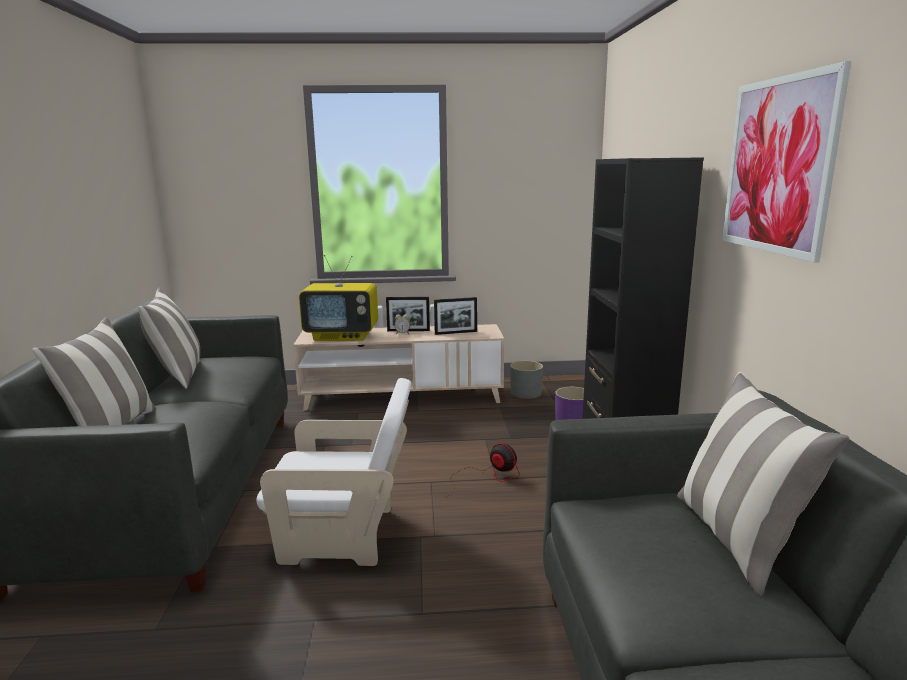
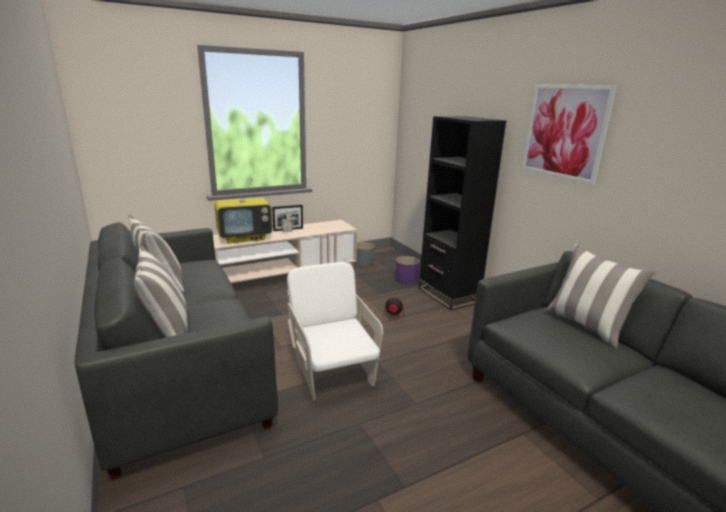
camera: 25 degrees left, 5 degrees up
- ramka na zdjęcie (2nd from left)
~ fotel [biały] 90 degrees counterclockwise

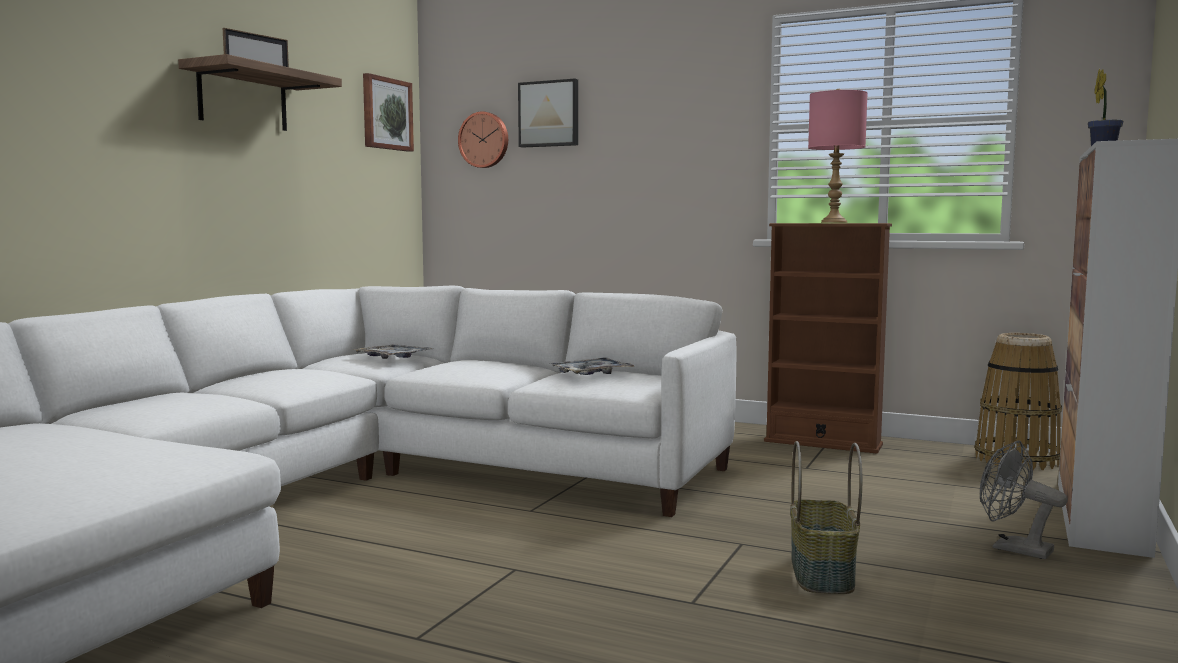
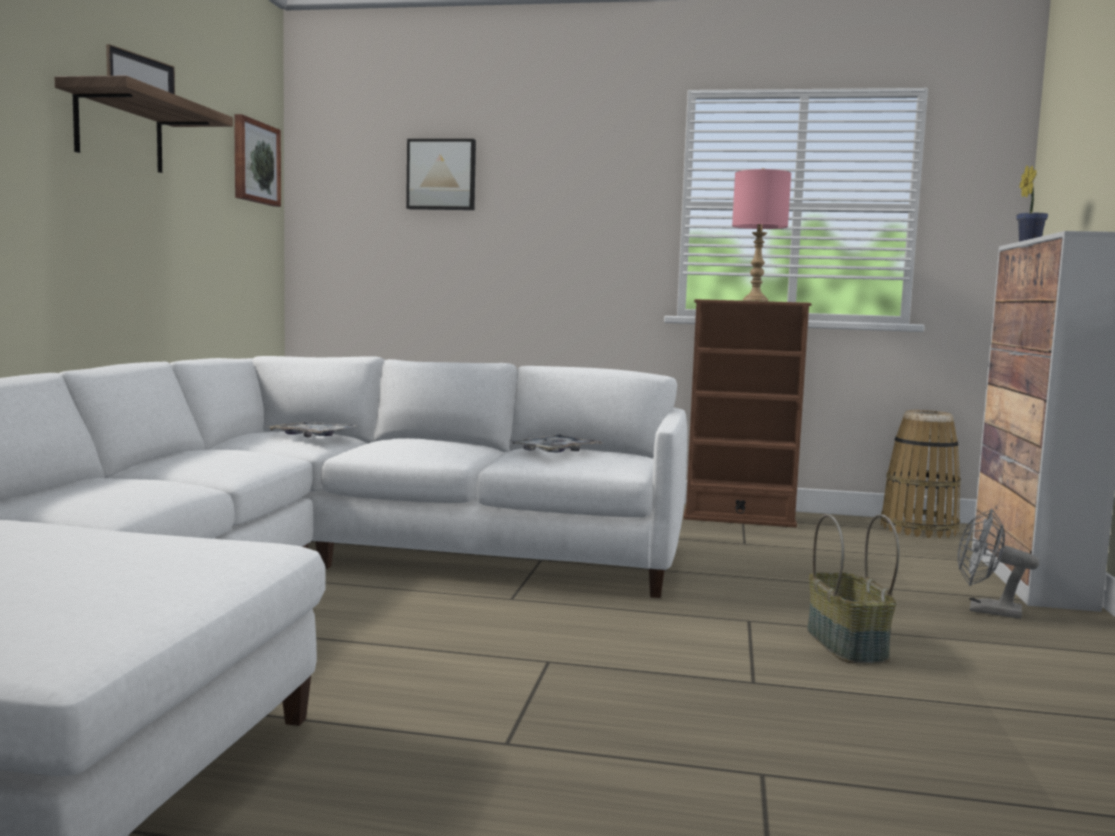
camera: 15 degrees left, 0 degrees up
- zegar ścienny

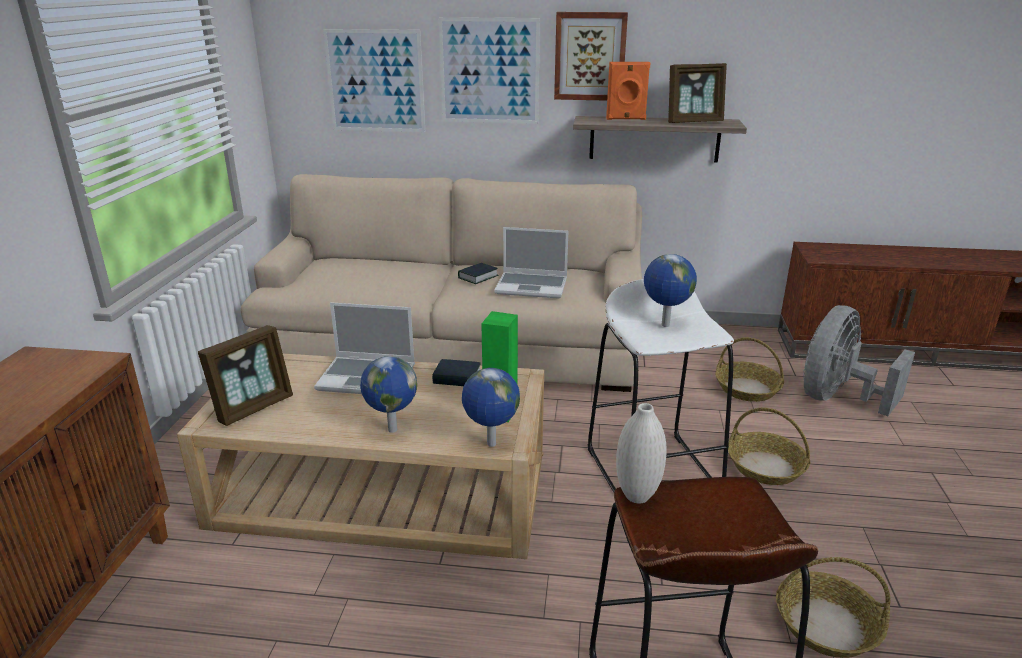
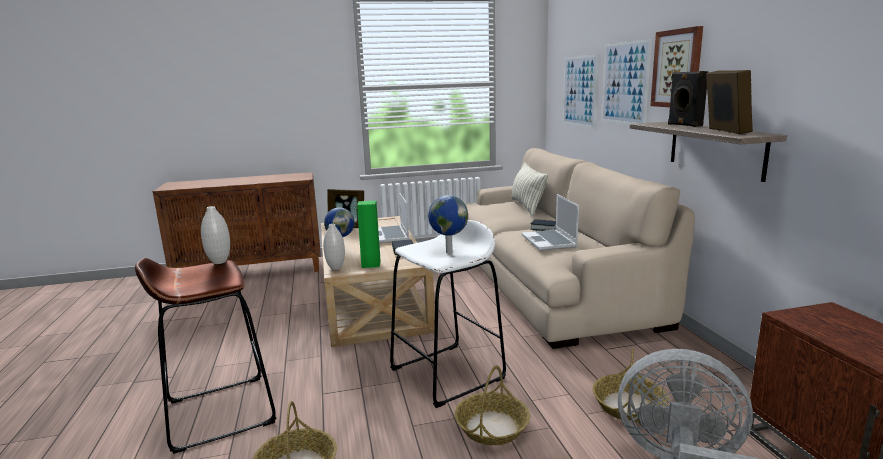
camera: 70 degrees right, 10 degrees down
~ głośnik [pomarańczowy] to głośnik [czarny]
~ ramka na zdjęcie (2nd from left) 150 degrees counterclockwise
~ globus (2nd from left) to wazon [biały] (2nd from left)
+ poduszka

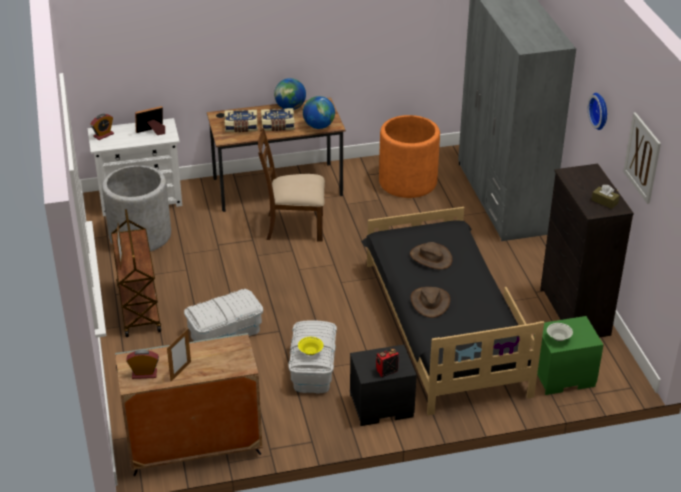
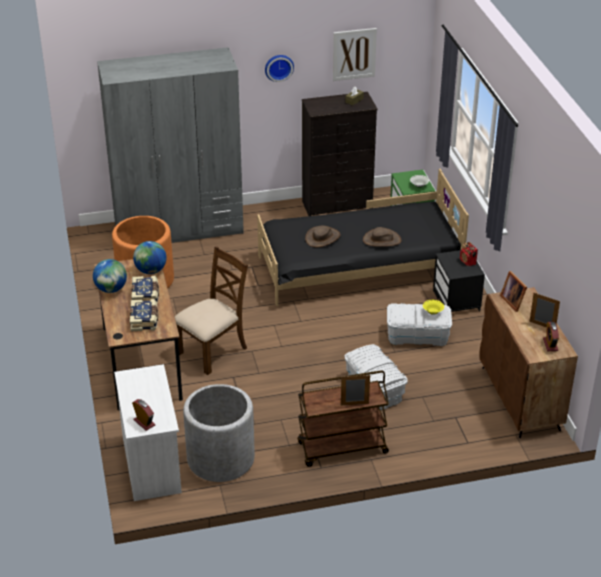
camera: 90 degrees left, 0 degrees up
~ ramka na zdjęcie (2nd from left)
~ krzesło [brązowy] 135 degrees counterclockwise
~ szafka [szary] to szafka [brązowy]

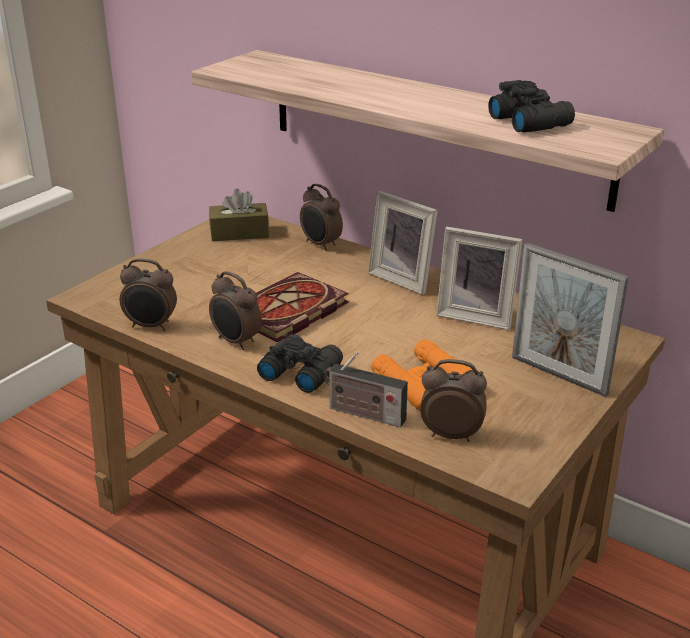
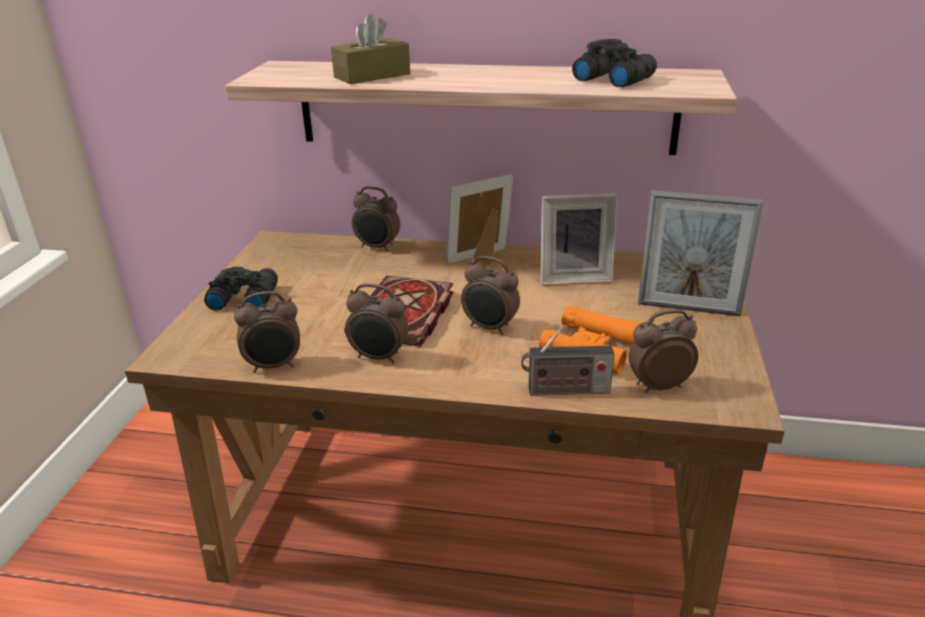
camera: 25 degrees left, 0 degrees up
~ pudełko chusteczek [brązowy]
~ ramka na zdjęcie (1st from left) 135 degrees clockwise
~ lornetka [czarny] (1st from left)
+ budzik (4th from left)

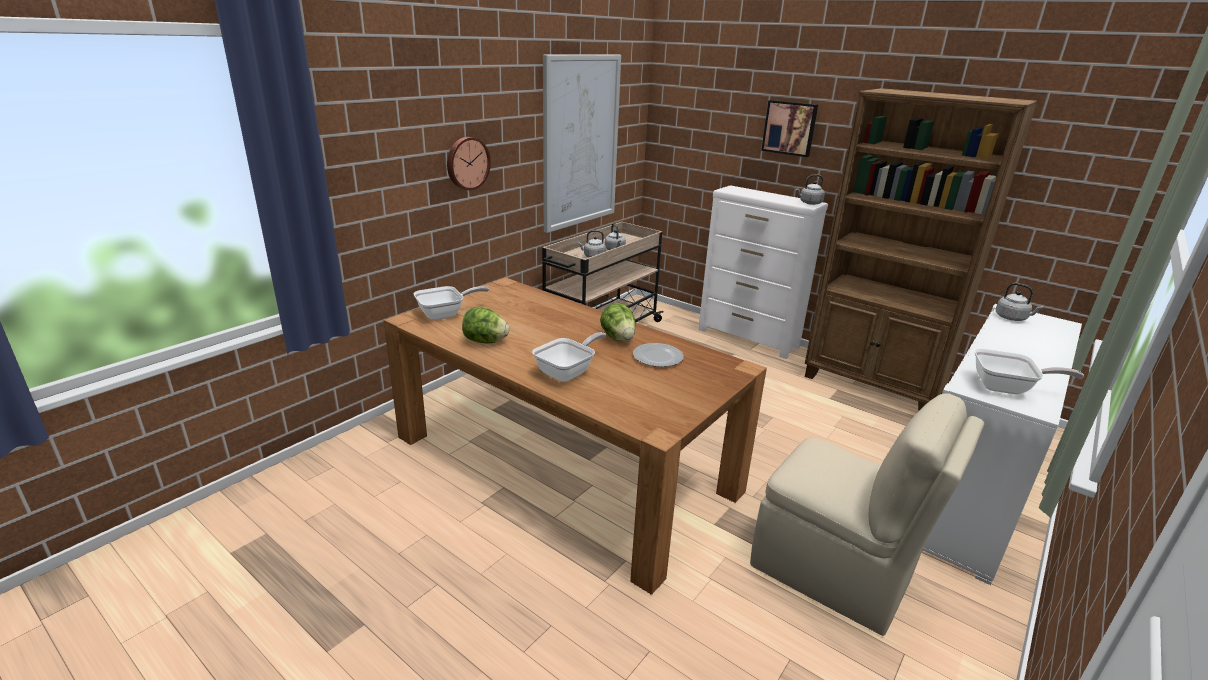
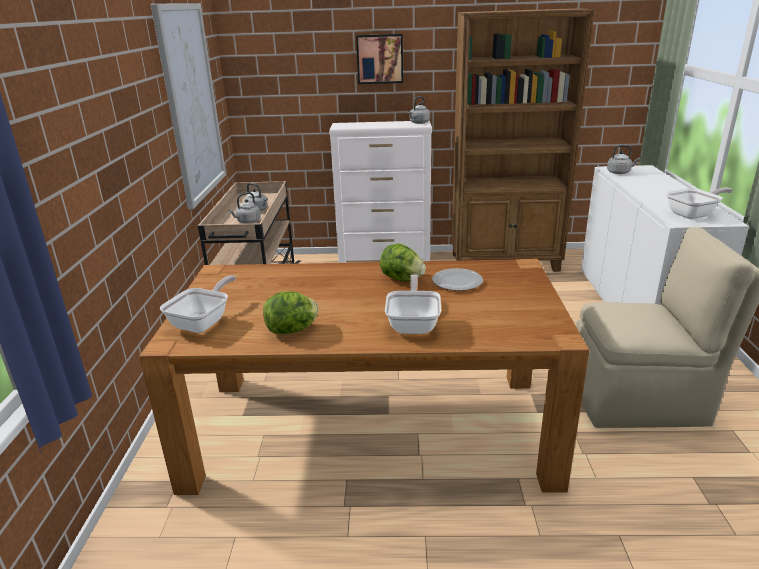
camera: 35 degrees left, 0 degrees up
- zegar ścienny

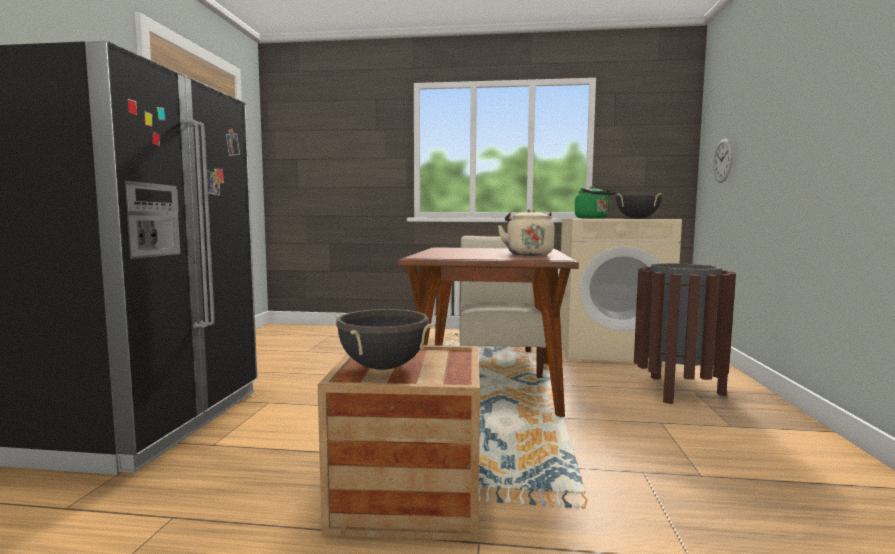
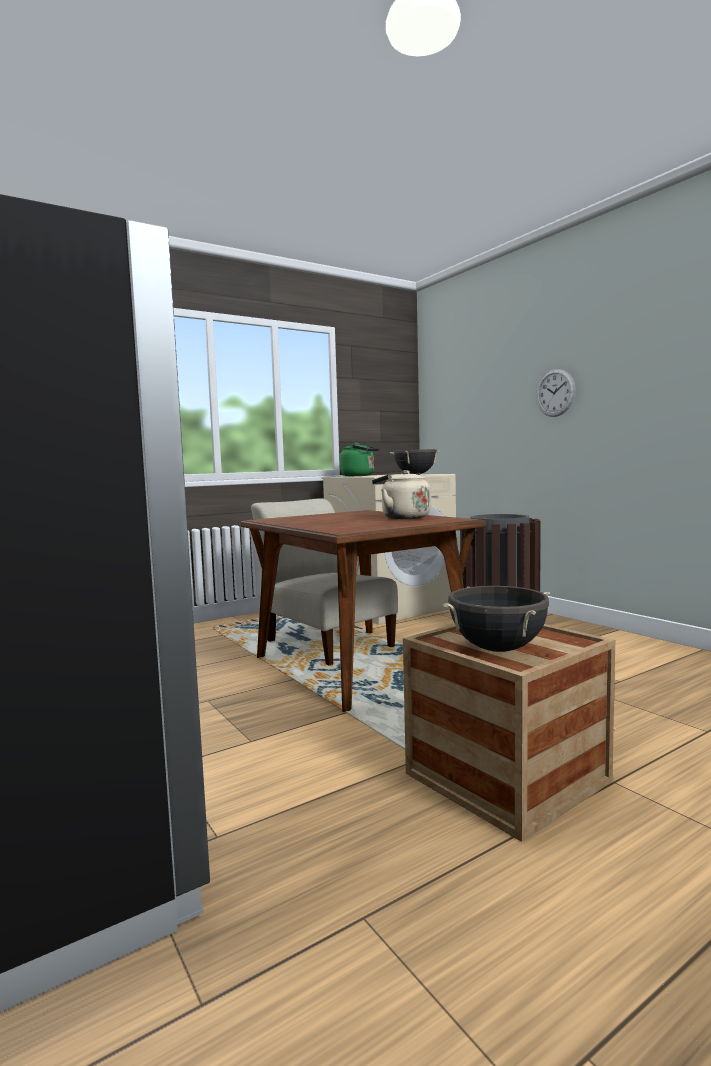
camera: 40 degrees left, 0 degrees up
~ zegar ścienny

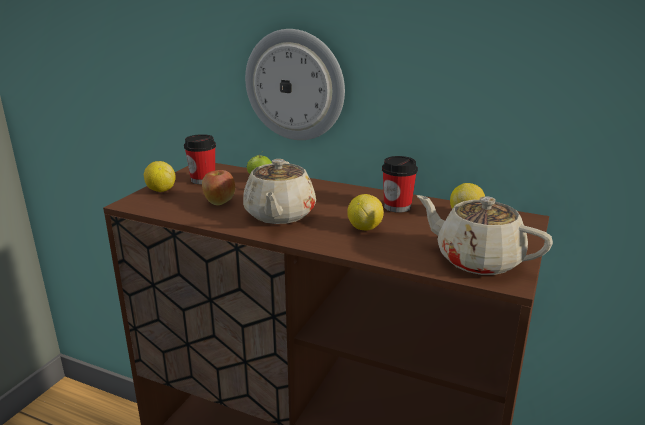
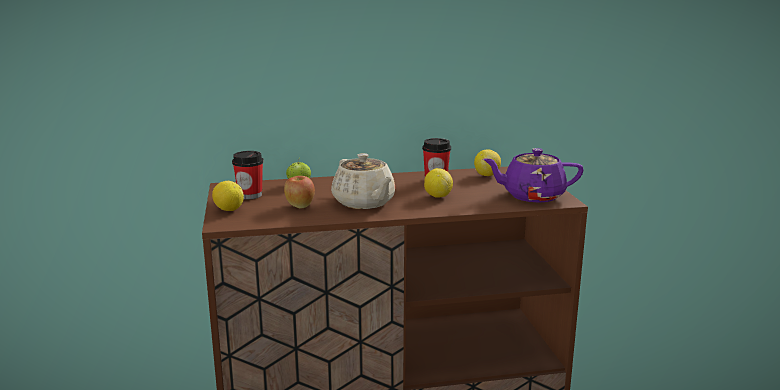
camera: 35 degrees left, 5 degrees down
- zegar ścienny
~ imbryk [beżowy] (2nd from left) to imbryk [fioletowy]

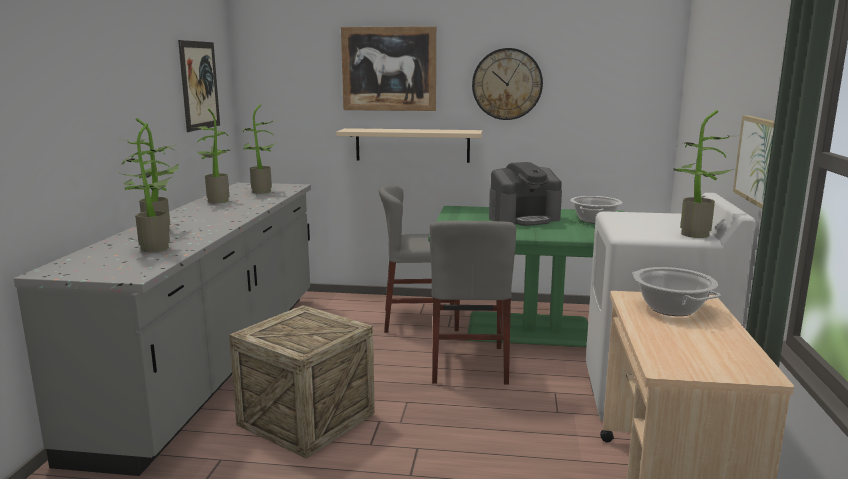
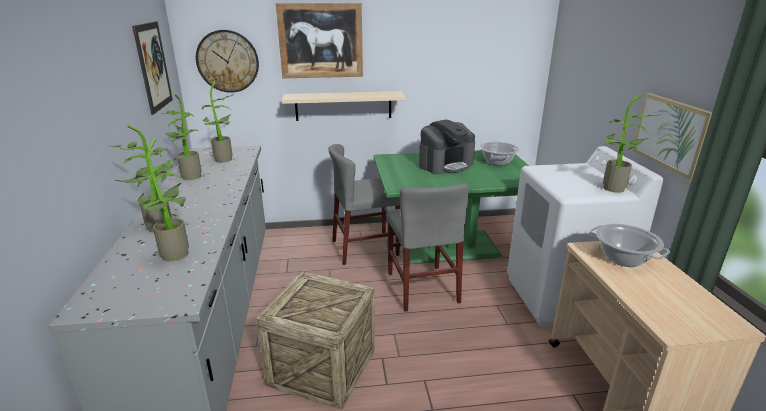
camera: 15 degrees left, 10 degrees up
~ zegar ścienny

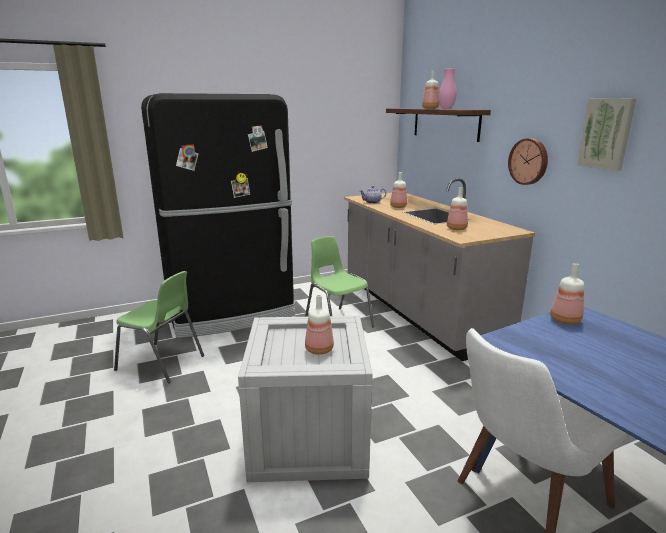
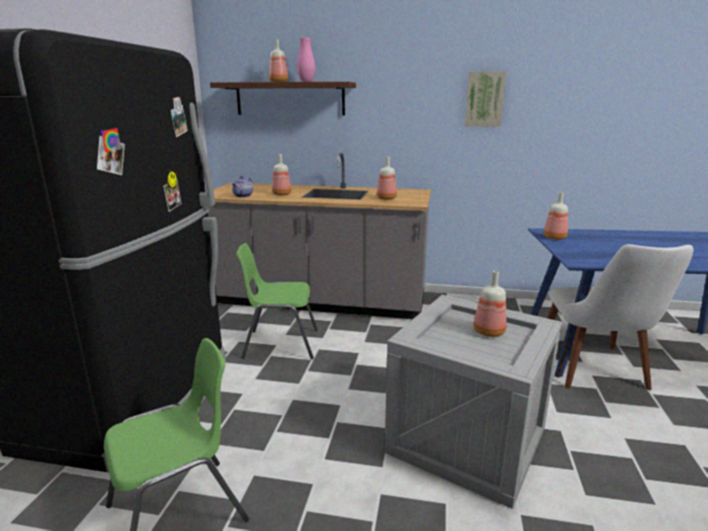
camera: 55 degrees left, 0 degrees up
- zegar ścienny

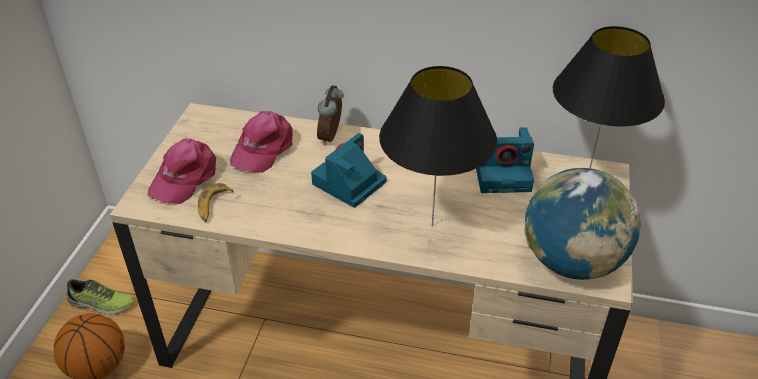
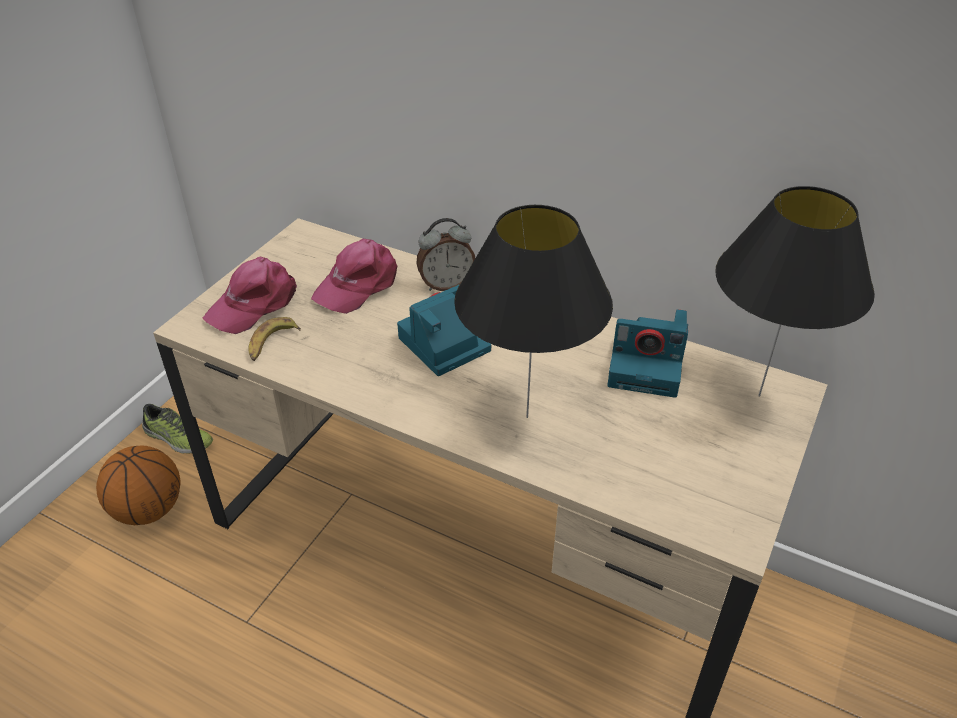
camera: 15 degrees right, 0 degrees up
~ budzik 135 degrees counterclockwise
- globus

